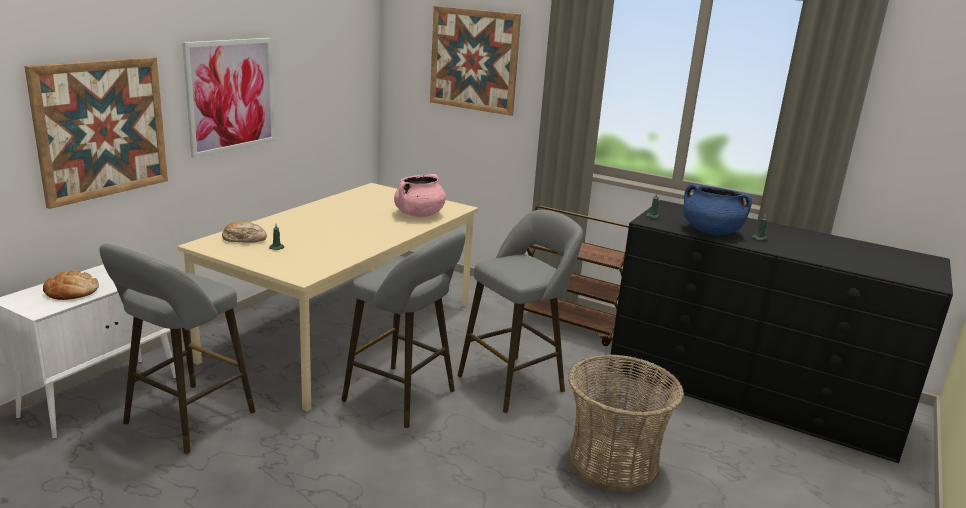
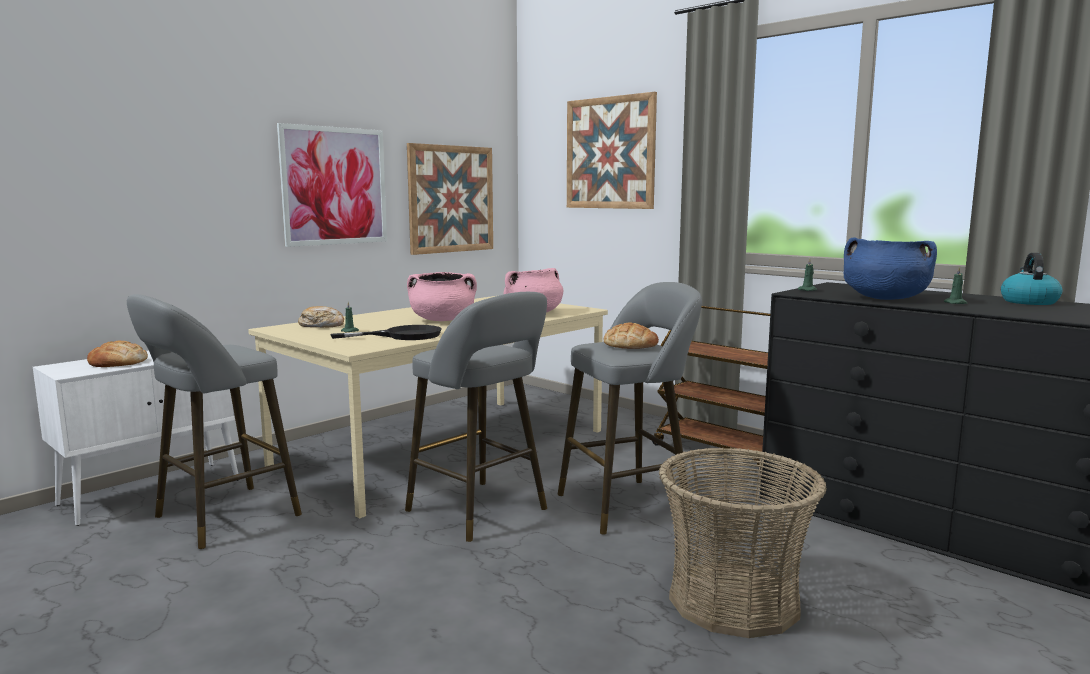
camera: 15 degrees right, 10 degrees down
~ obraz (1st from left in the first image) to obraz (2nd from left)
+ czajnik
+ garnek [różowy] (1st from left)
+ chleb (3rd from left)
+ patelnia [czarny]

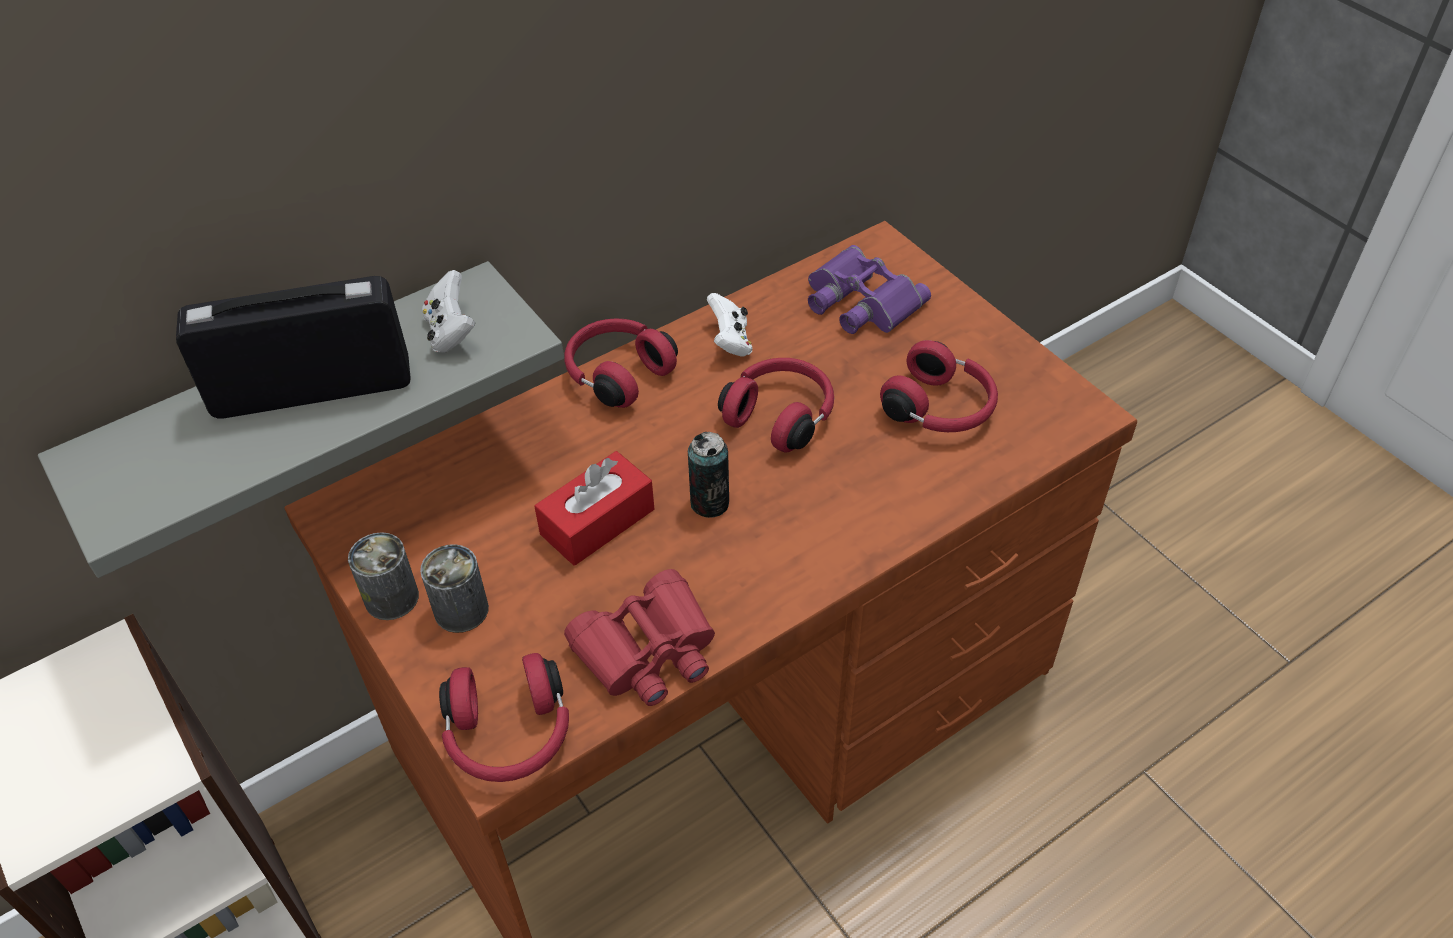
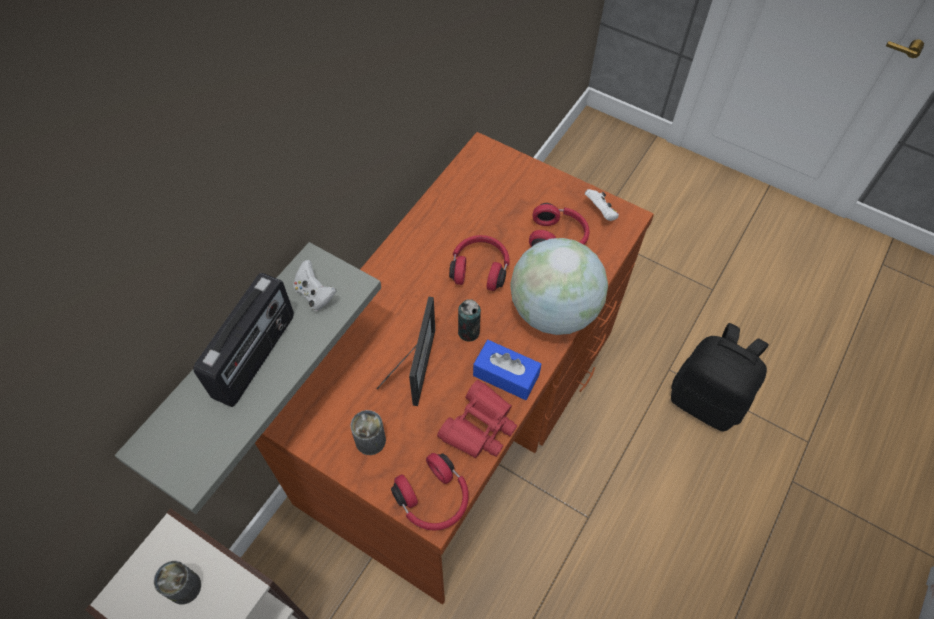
camera: 25 degrees left, 10 degrees up
- lornetka [fioletowy]
~ radio 150 degrees clockwise
~ pad do gier [biały] (2nd from left)
- słuchawki [czerwony] (2nd from left)
~ pudełko chusteczek [czerwony] to ramka na zdjęcie
~ puszka (1st from left)
+ globus
+ plecak [czarny]
+ pudełko chusteczek [niebieski]

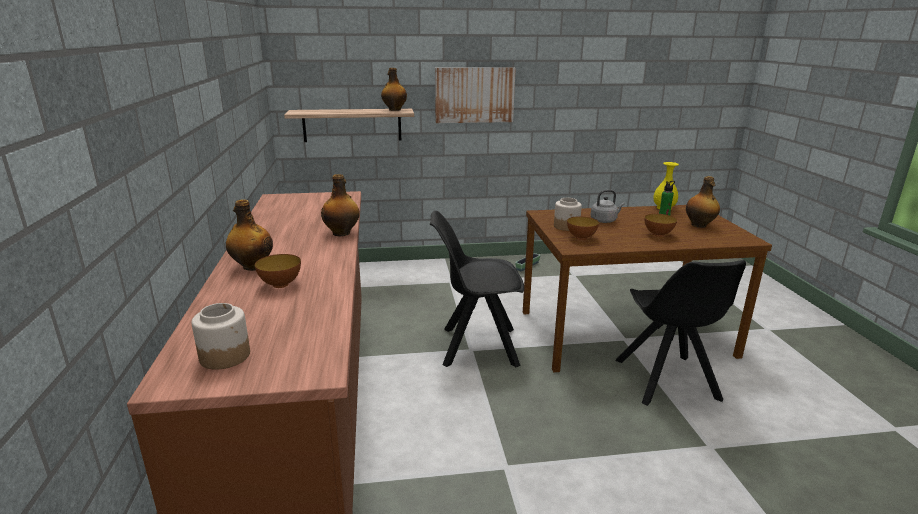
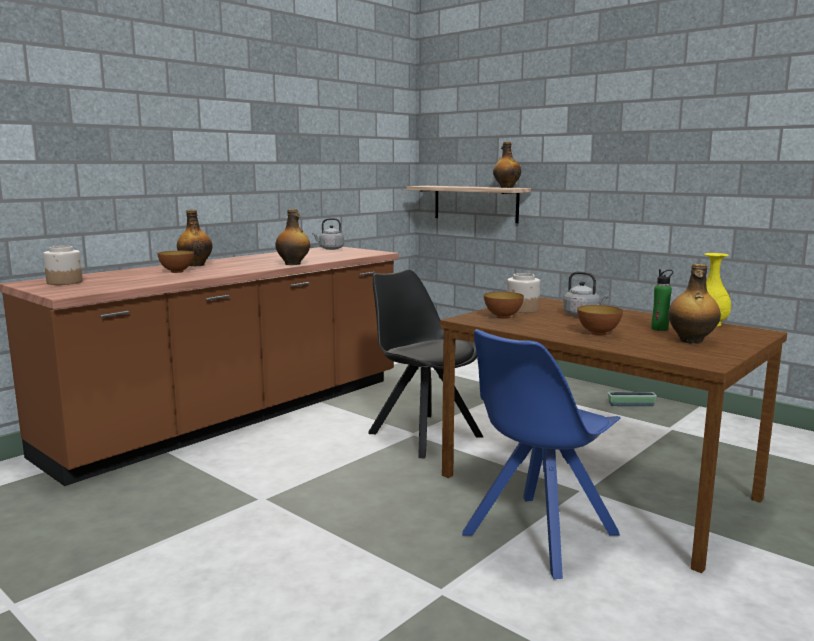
camera: 50 degrees right, 10 degrees down
- obraz
~ krzesło [czarny] (2nd from left) to krzesło [niebieski]
+ czajnik [szary] (1st from left)

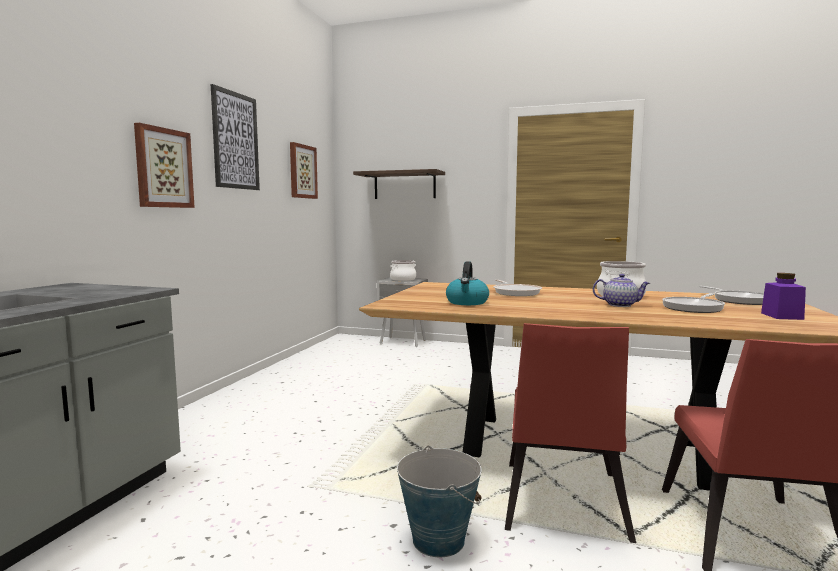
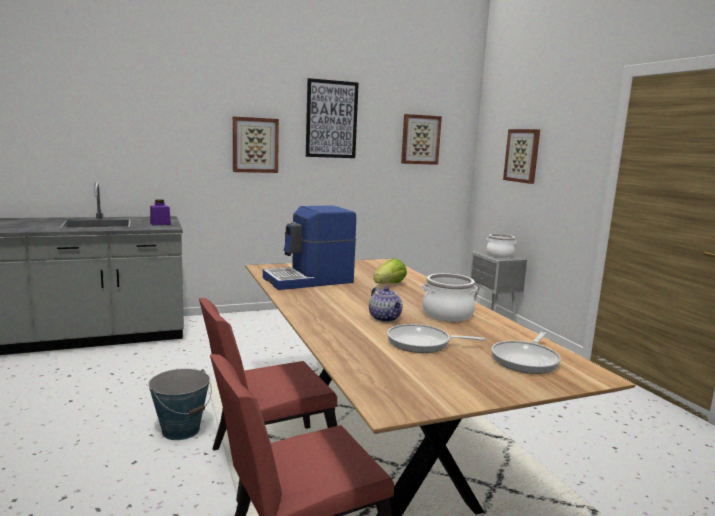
camera: 50 degrees right, 5 degrees up
~ półka to obraz (4th from left)
~ czajnik to ekspres do kawy
~ słoik [fioletowy]
~ patelnia (1st from left) to sałata

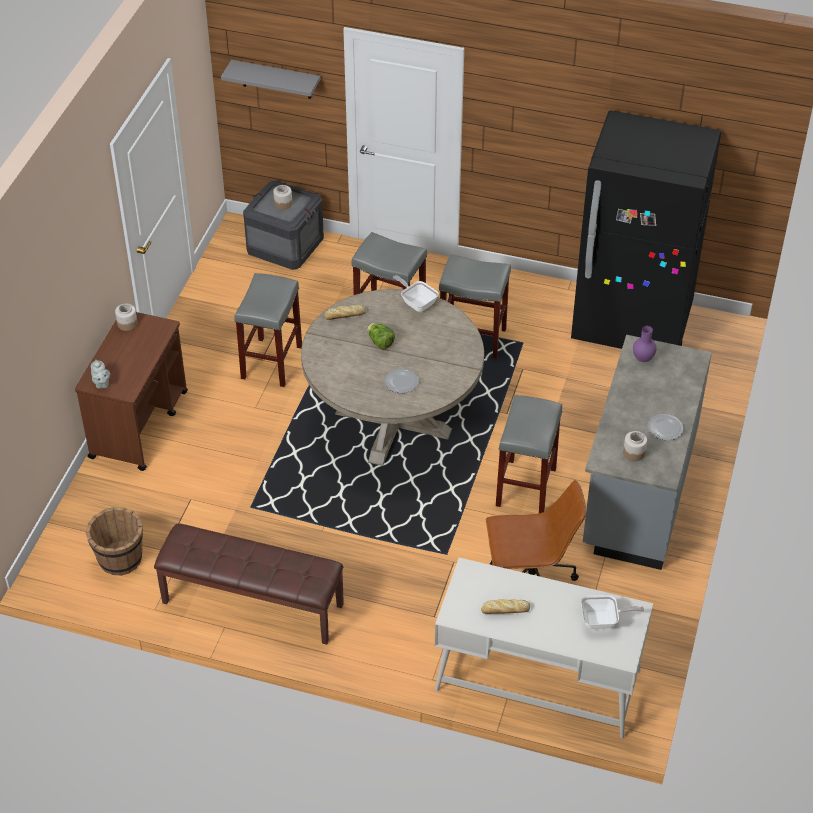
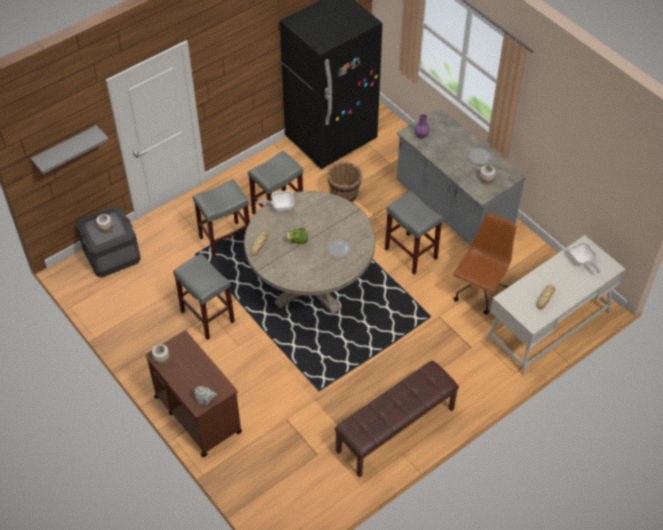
camera: 55 degrees left, 5 degrees up
~ wiadro [brązowy]
~ patelnia (2nd from left) 120 degrees clockwise

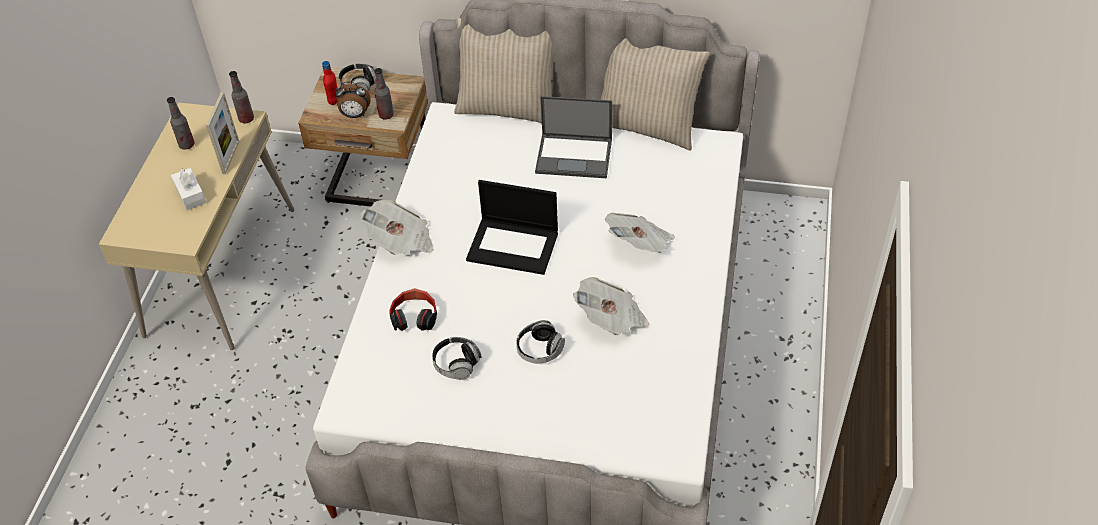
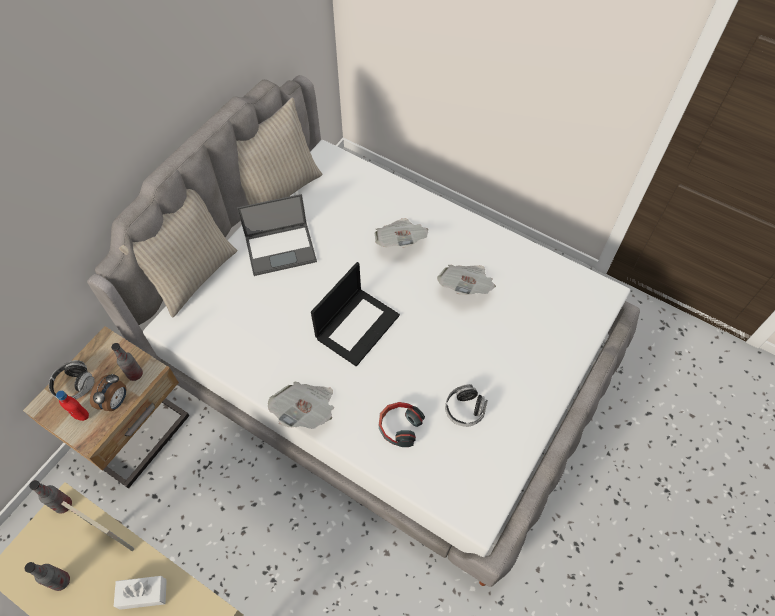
camera: 70 degrees left, 10 degrees up
~ laptop (2nd from left in the first image) 45 degrees clockwise
- słuchawki (4th from left)

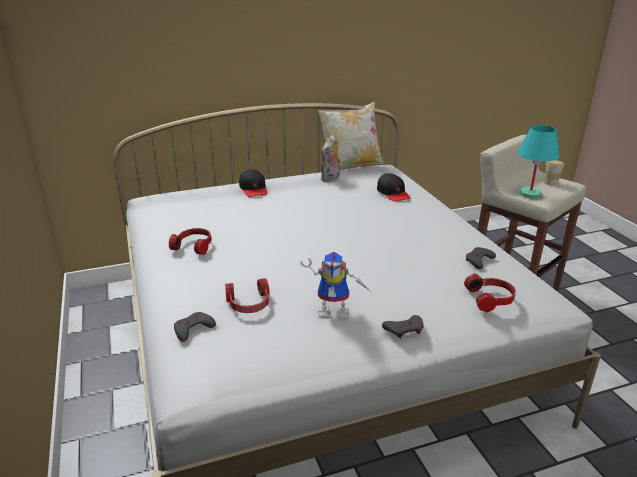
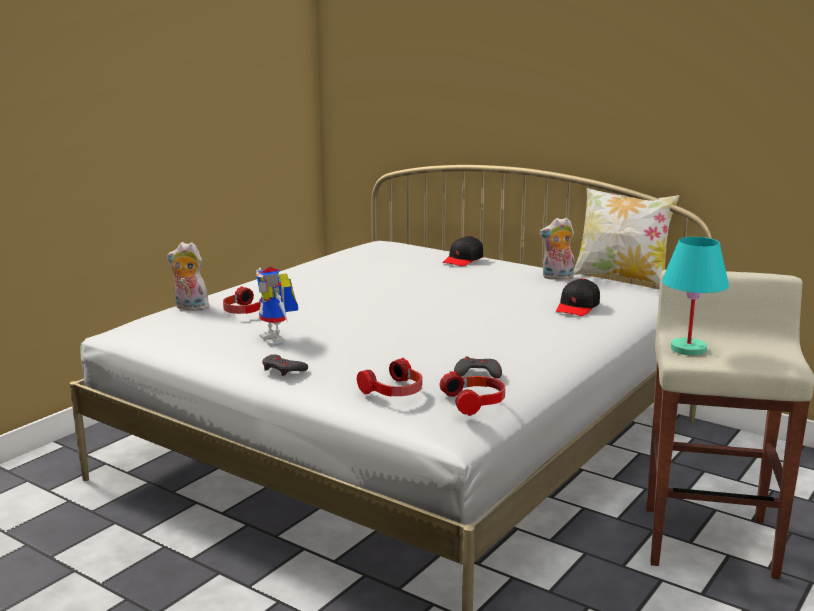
camera: 55 degrees right, 10 degrees down
- filiżanka
~ słuchawki (1st from left in the first image) to słuchawki (3rd from left)
~ pad do gier [szary] (1st from left) to pluszak (1st from left)

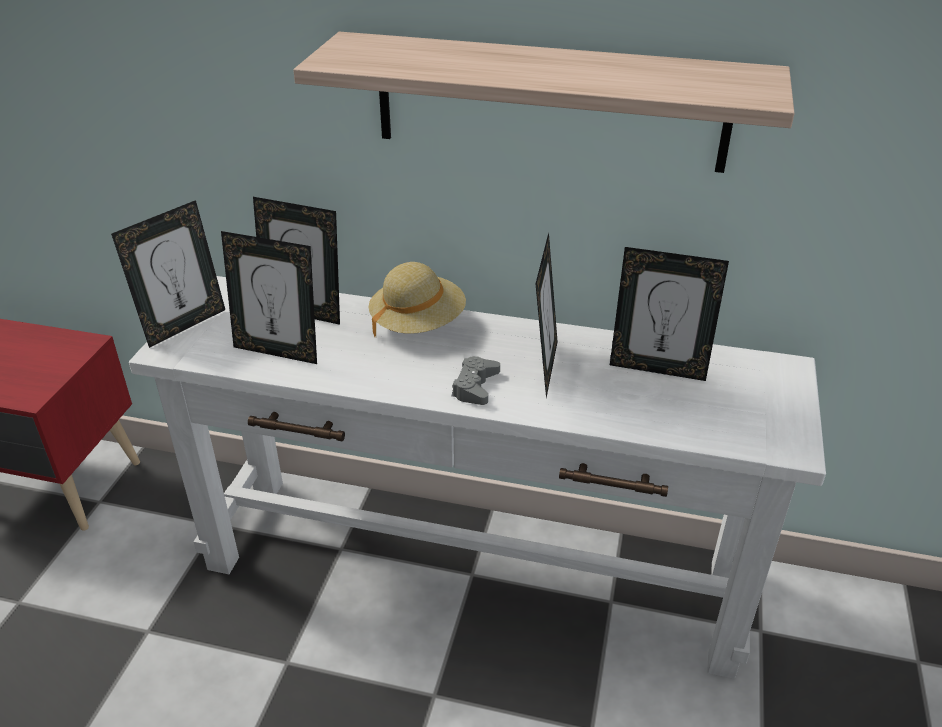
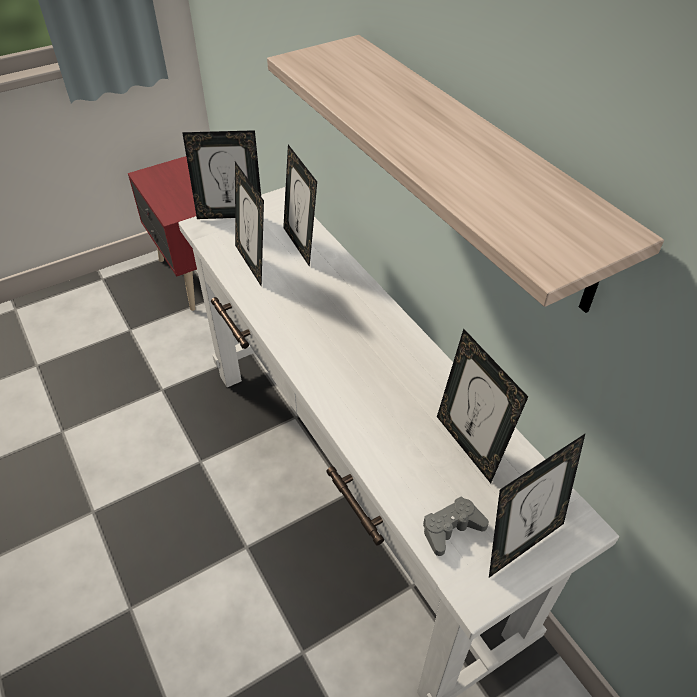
camera: 45 degrees right, 10 degrees up
~ ramka na zdjęcie (4th from left in the first image) to ramka na zdjęcie (5th from left)
- kapelusz [beżowy]
~ pad do gier [szary]

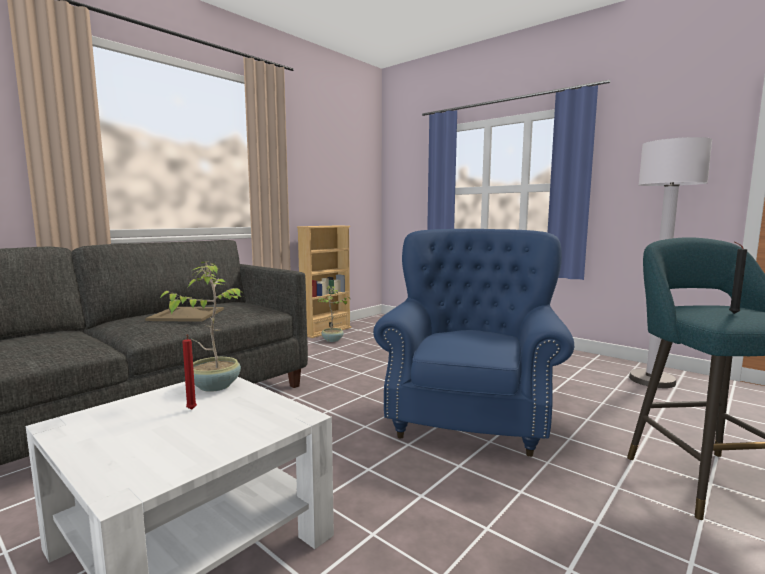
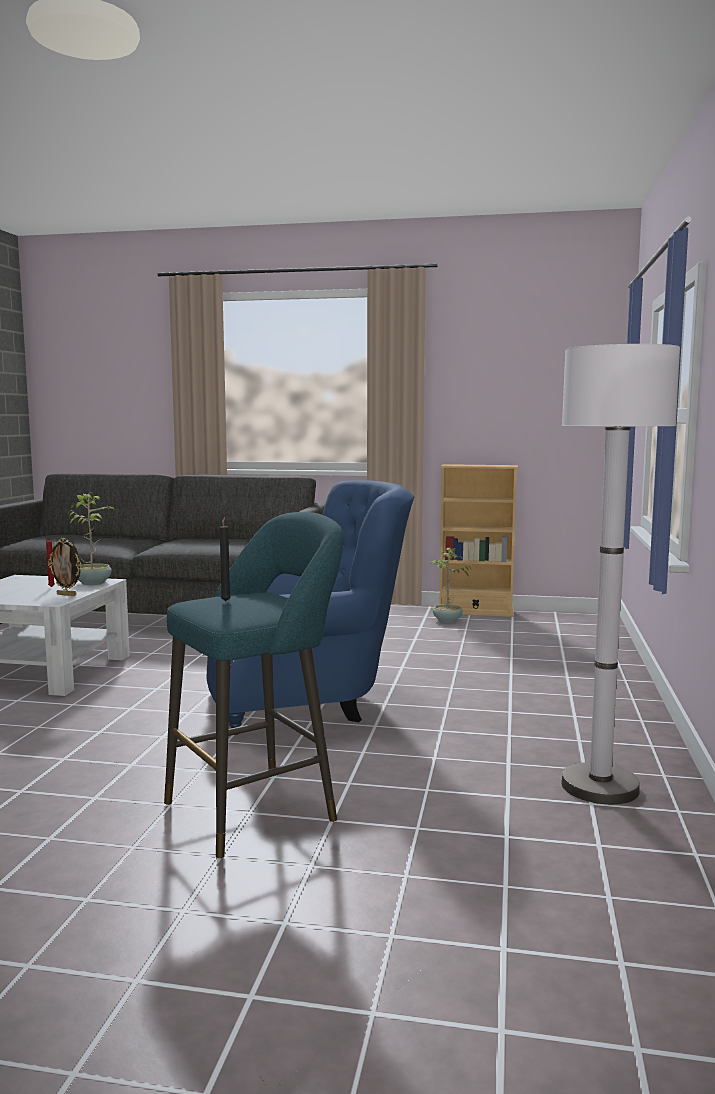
camera: 60 degrees right, 0 degrees up
- taca [beżowy]
+ ramka na zdjęcie

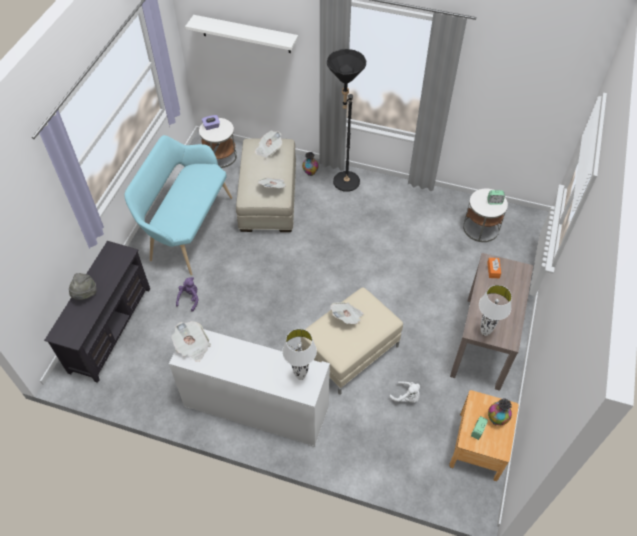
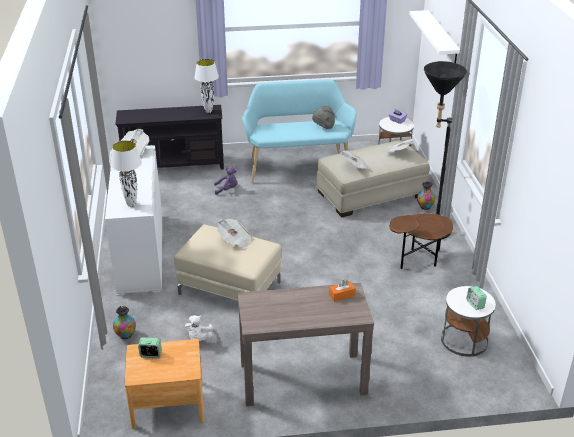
camera: 65 degrees right, 20 degrees down
~ kapelusz [szary]
~ lampa stołowa [biały] (2nd from left)
~ wazon (2nd from left in the first image) to wazon (1st from left)
+ stolik [brązowy]

